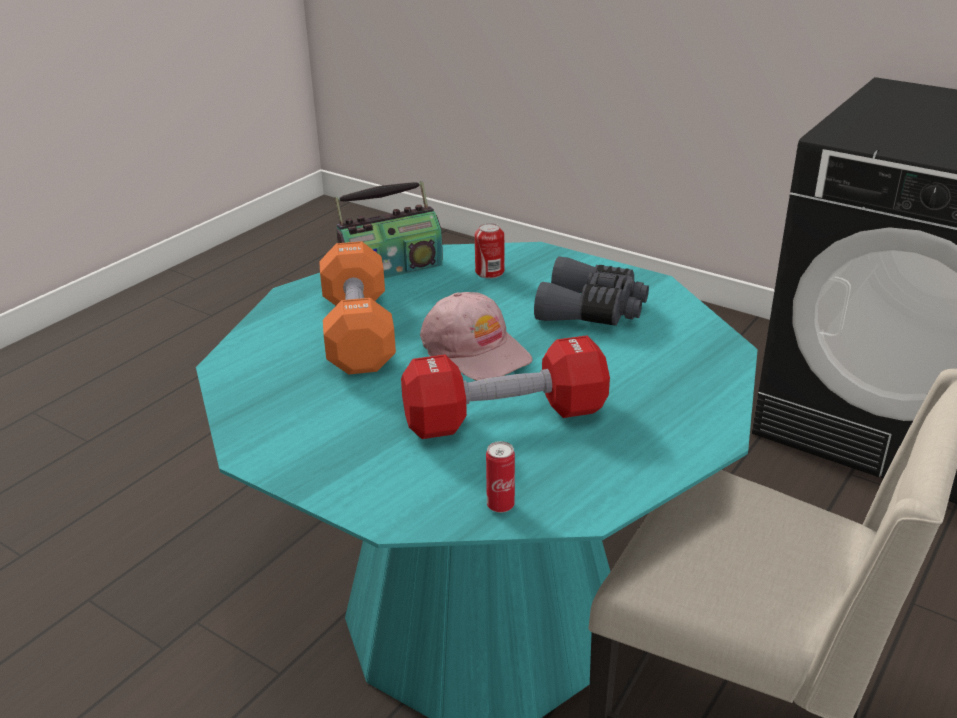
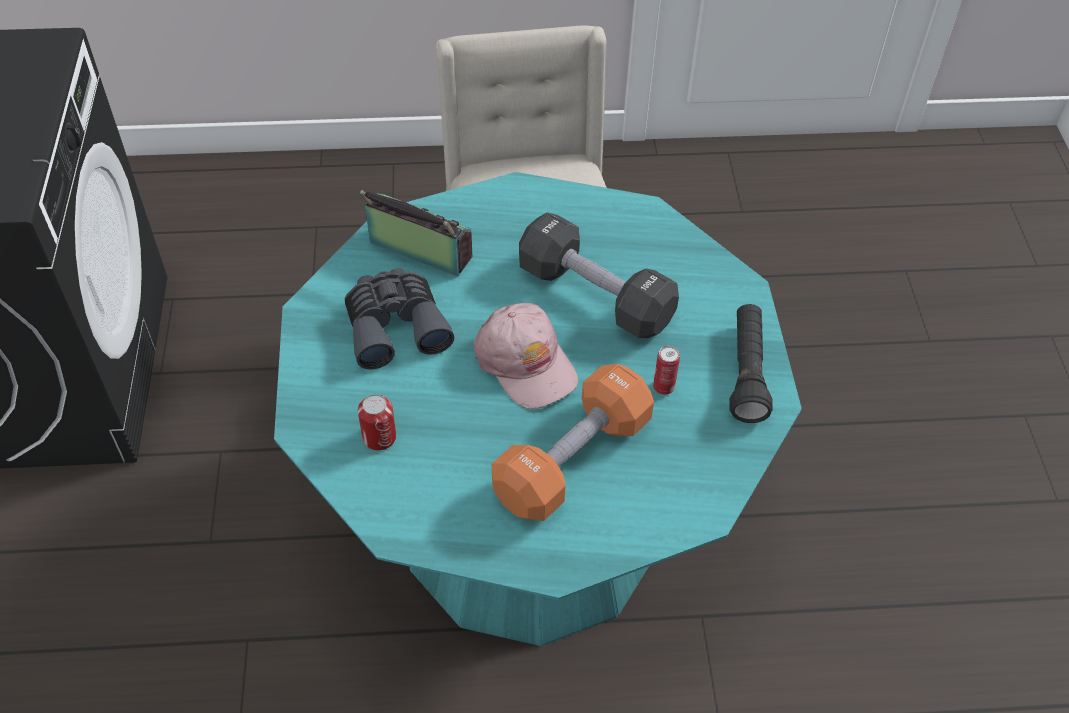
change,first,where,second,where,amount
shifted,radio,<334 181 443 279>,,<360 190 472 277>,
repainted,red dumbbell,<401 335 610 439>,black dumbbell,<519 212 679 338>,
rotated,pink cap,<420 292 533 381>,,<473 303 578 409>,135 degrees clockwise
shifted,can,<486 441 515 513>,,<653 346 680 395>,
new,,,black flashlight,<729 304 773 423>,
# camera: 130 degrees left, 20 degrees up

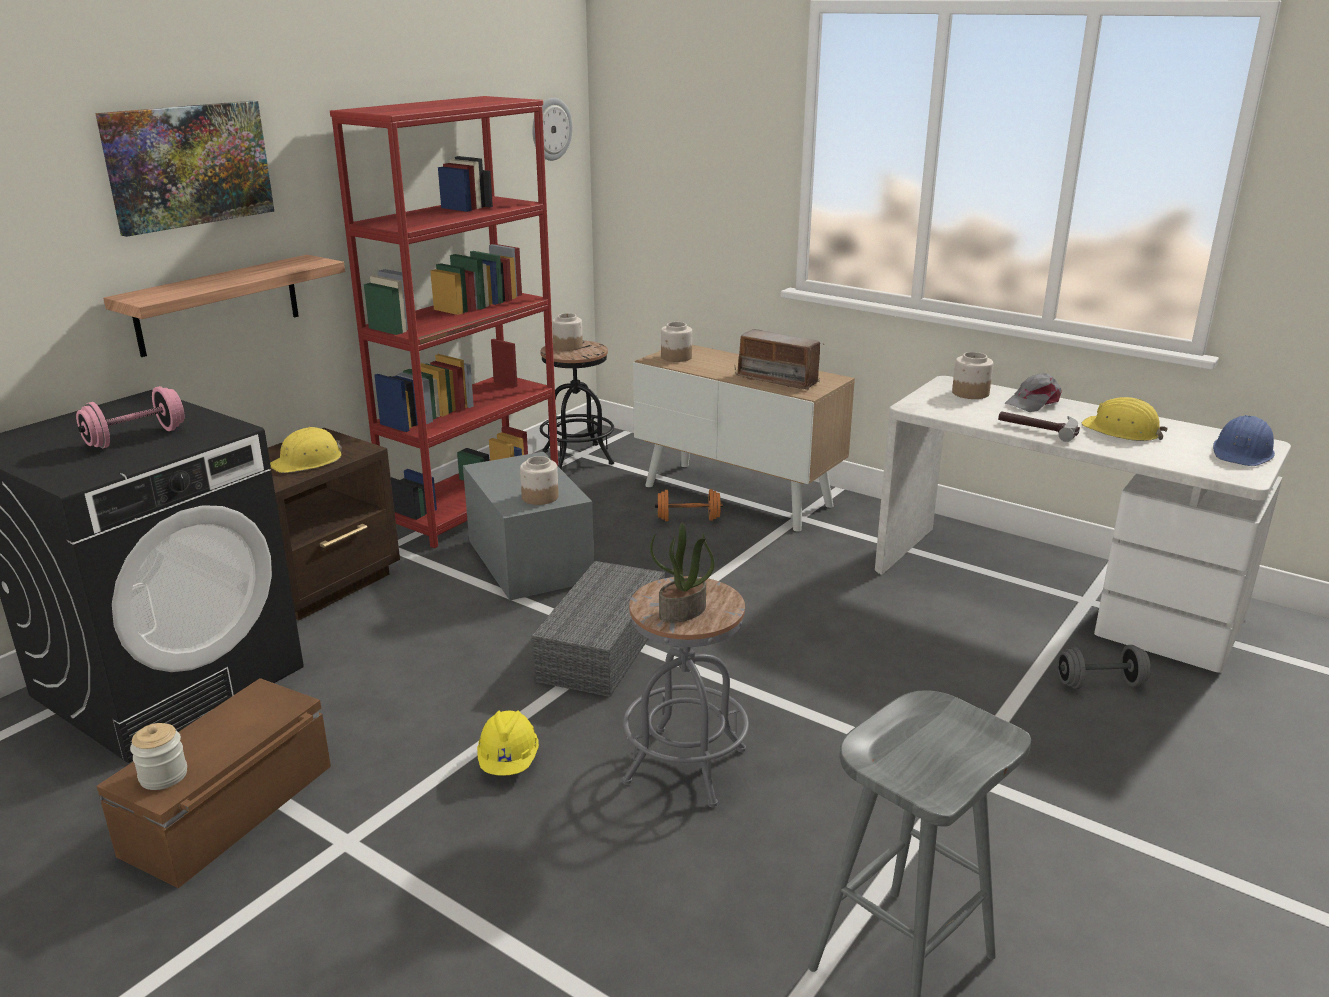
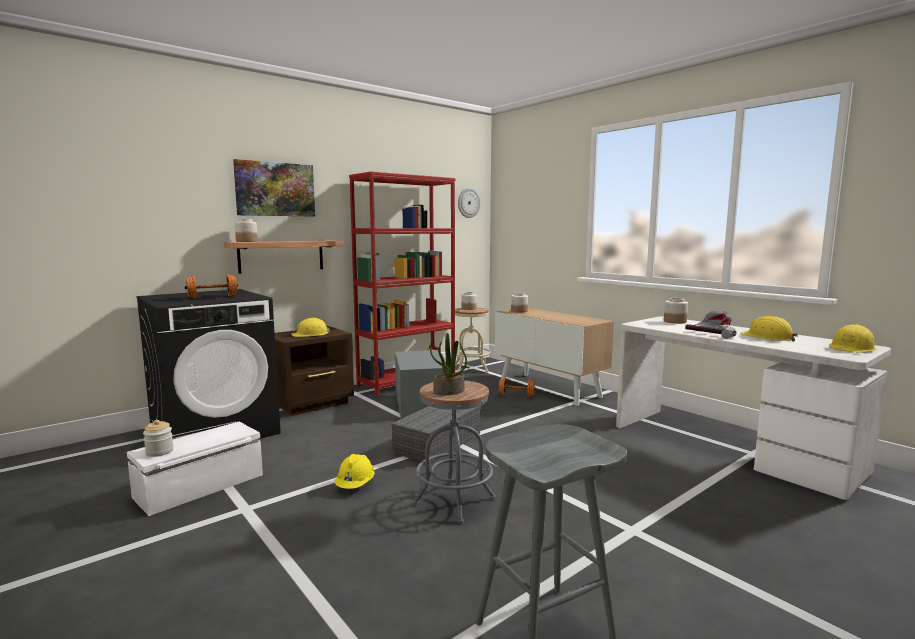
change,first,where,second,where,amount
repainted,pink dumbbell,<76 386 185 448>,orange dumbbell,<185 274 238 299>,
repainted,brown storage box,<97 678 331 888>,white storage box,<127 422 263 516>,
shifted,jar,<520 456 559 505>,,<235 219 258 242>,
repainted,black stool,<540 341 614 470>,beige stool,<455 308 491 372>,
gone,radio,<735 329 824 390>,,,
gone,grey dumbbell,<1057 645 1151 689>,,,
repainted,blue hard hat,<1213 415 1275 466>,yellow hard hat,<830 324 876 353>,
# camera: 15 degrees right, 15 degrees down

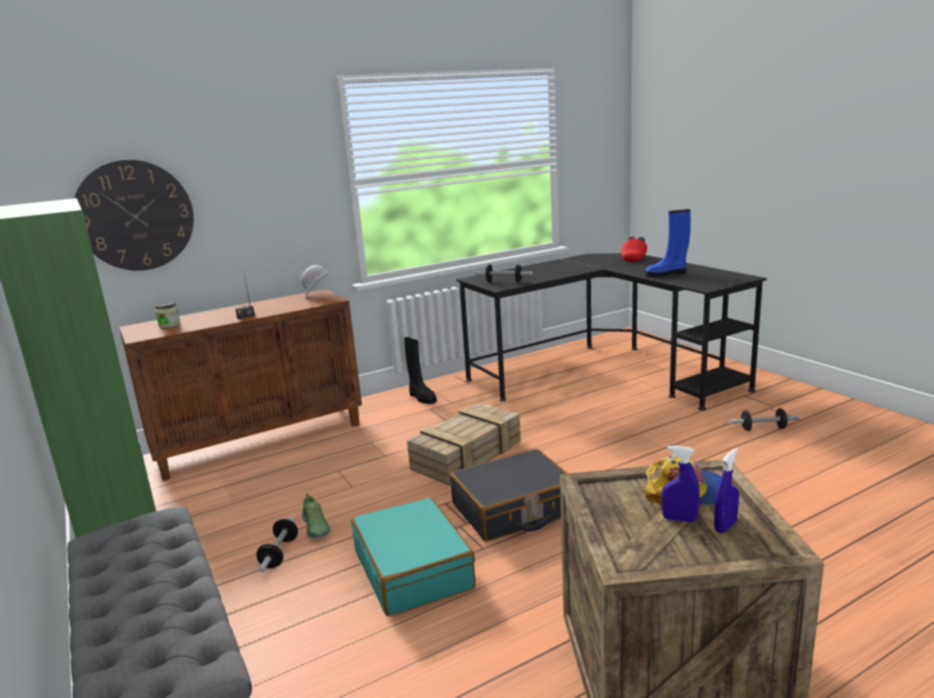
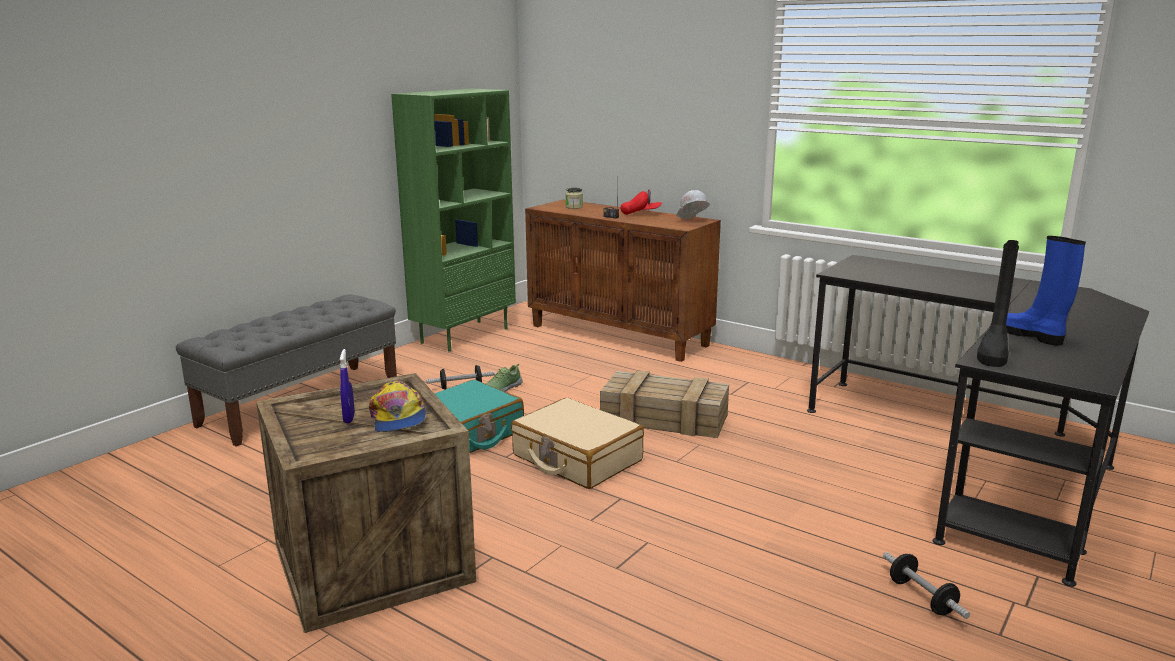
change,first,where,second,where,amount
gone,wall clock,<75 160 194 271>,,,
shifted,black boot,<404 337 437 404>,,<977 240 1019 367>,
repainted,black suitcase,<450 449 568 541>,beige suitcase,<511 397 644 489>,
gone,dumbbell,<475 264 533 282>,,,
shifted,red cap,<621 236 647 262>,,<620 189 662 215>,
gone,blue spray bottle,<714 448 739 533>,,,
# camera: 65 degrees right, 0 degrees up

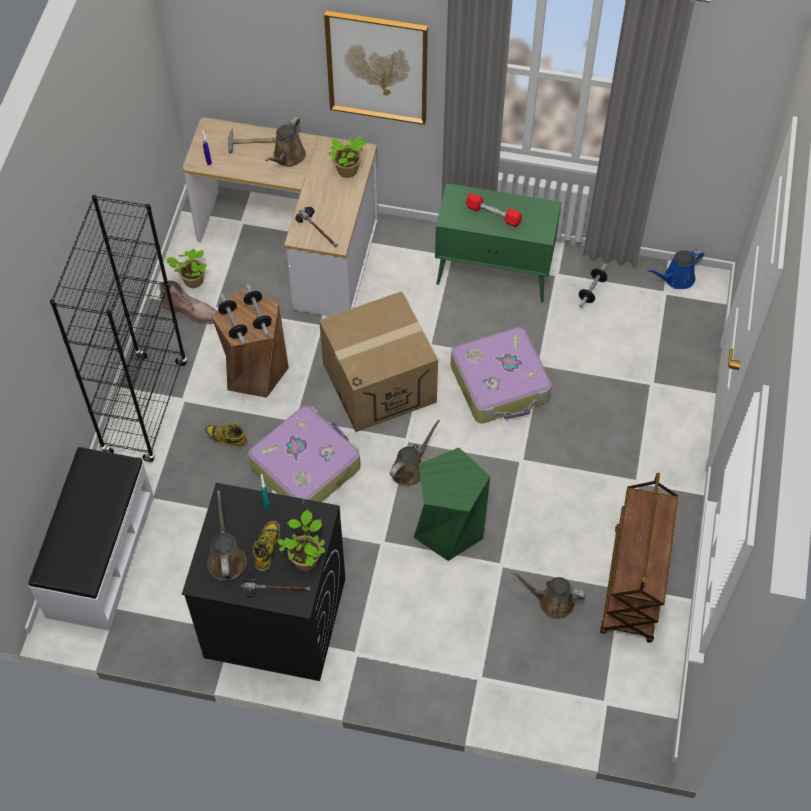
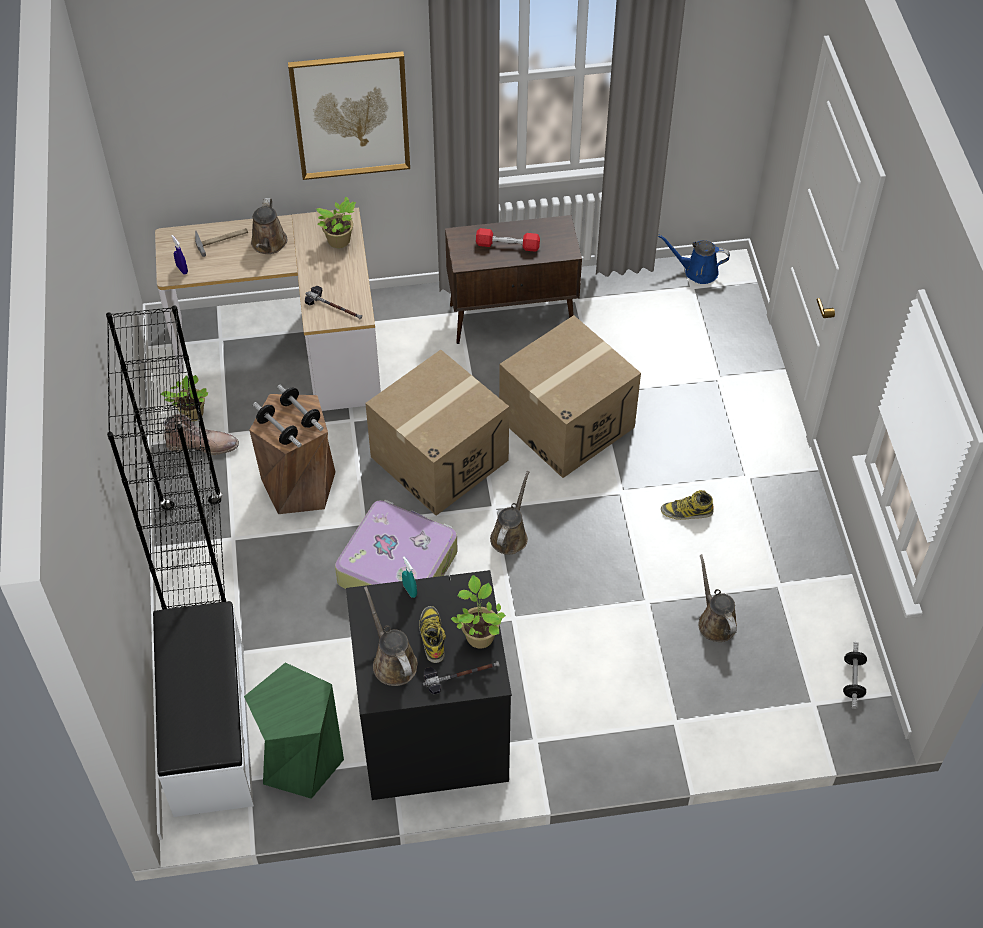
change,first,where,second,where,amount
shifted,boot,<204 423 248 448>,,<661 490 714 520>,
shifted,green stool,<414 447 490 561>,,<244 662 344 799>,
repainted,green cabinet,<435 183 561 302>,brown cabinet,<445 215 582 344>,
swapped,suitcase,<450 327 552 424>,cardboard box,<499 315 641 478>,
rotated,brown watering can,<510 570 586 619>,,<699 554 737 642>,75 degrees clockwise
shifted,dumbbell,<579 264 607 308>,,<843 642 867 709>,
gone,brown cart,<600 473 678 643>,,,
rotated,blue watering can,<647 249 704 289>,,<658 235 730 284>,60 degrees clockwise
# camera: 20 degrees left, 5 degrees down

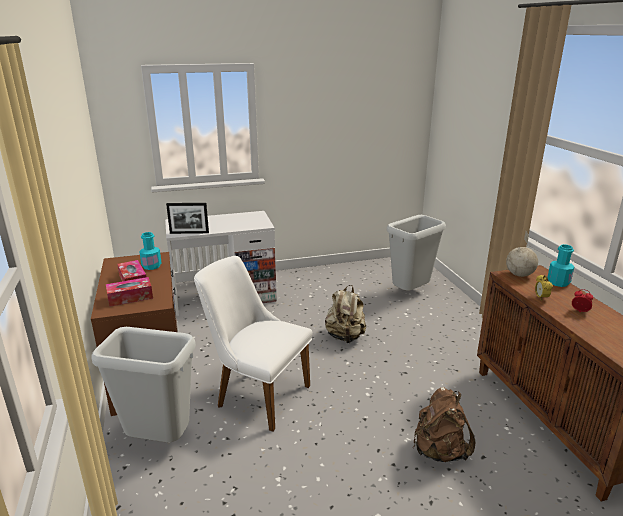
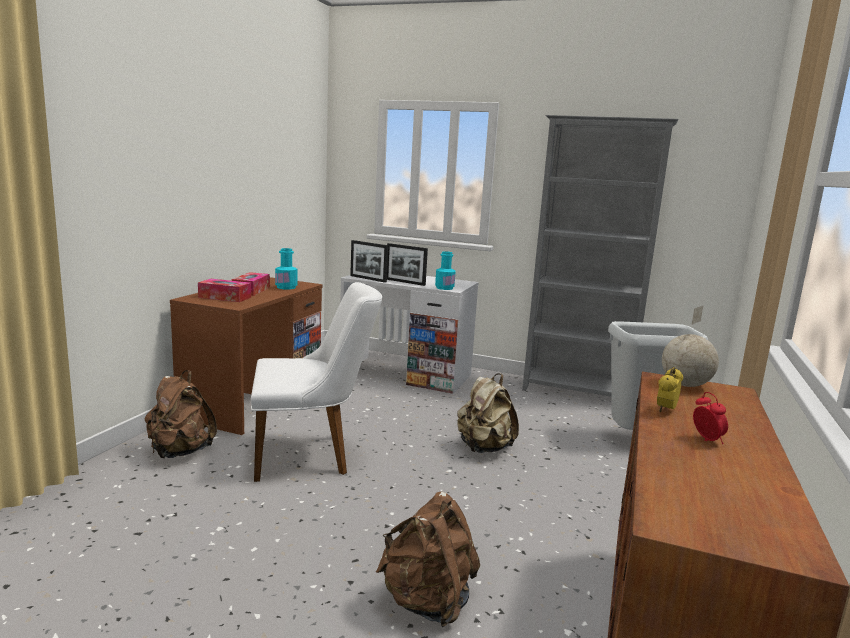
change,first,where,second,where,amount
swapped,grey trash can,<91 327 196 443>,brown backpack,<145 370 217 458>,
rotated,white chair,<194 256 313 432>,,<251 282 382 482>,105 degrees clockwise
shifted,turquoise bottle,<547 244 574 287>,,<435 251 456 290>,
new,,,picture frame,<387 243 428 286>,
new,,,grey bookcase,<522 115 678 397>,
# camera: 35 degrees right, 10 degrees down

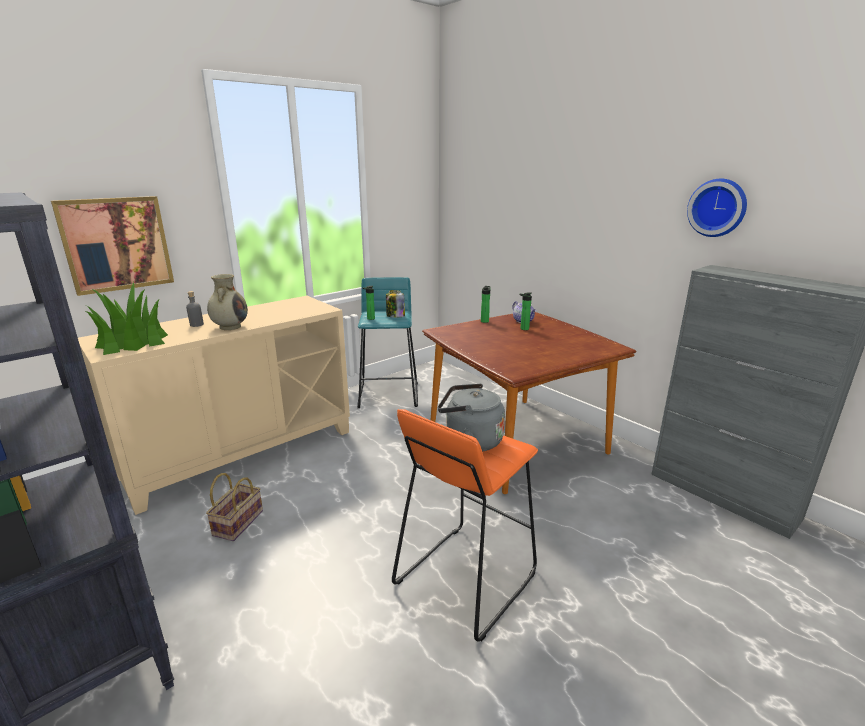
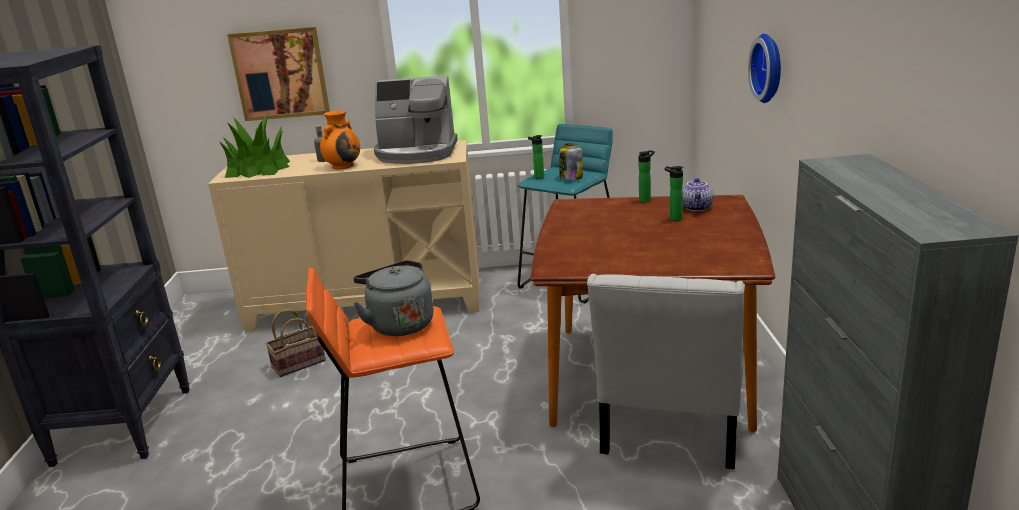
change,first,where,second,where,amount
repainted,beige vase,<207 274 248 330>,orange vase,<320 110 360 169>,
shifted,wall clock,<687 179 747 237>,,<748 34 781 103>,
new,,,coffee machine,<374 75 458 164>,
new,,,white chair,<587 274 745 469>,
# camera: 40 degrees right, 0 degrees up

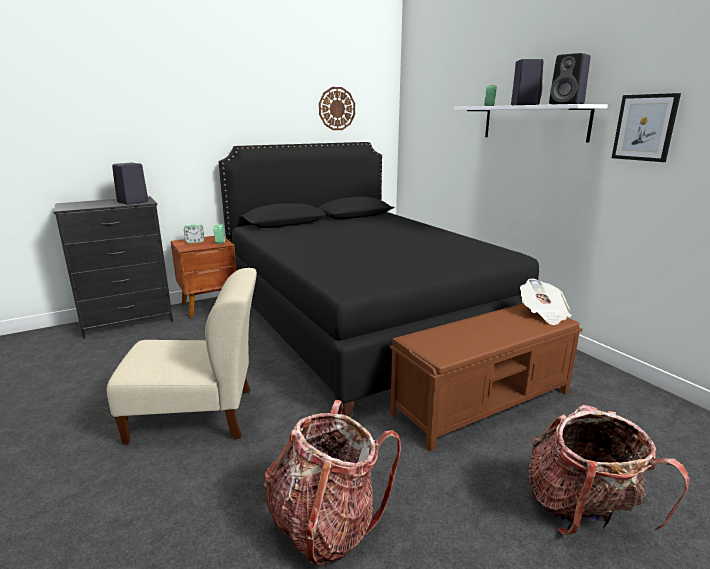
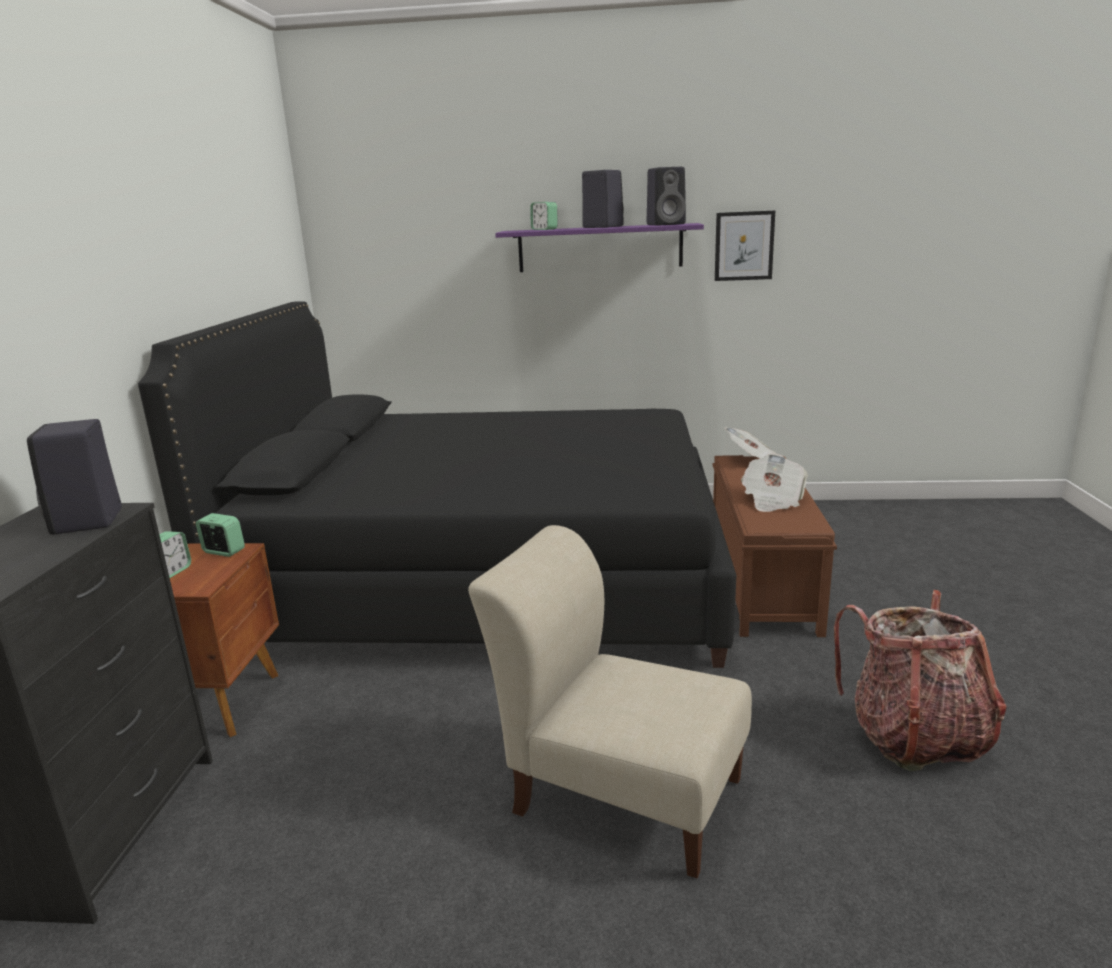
change,first,where,second,where,amount
rotated,beige chair,<107 268 257 445>,,<468 525 752 878>,90 degrees counterclockwise
gone,wall clock,<319 87 355 130>,,,
repainted,white shelf,<454 104 608 142>,purple shelf,<495 223 704 272>,
gone,backpack,<528 405 690 535>,,,
new,,,newspaper,<741 454 808 512>,
# camera: 55 degrees left, 0 degrees up

